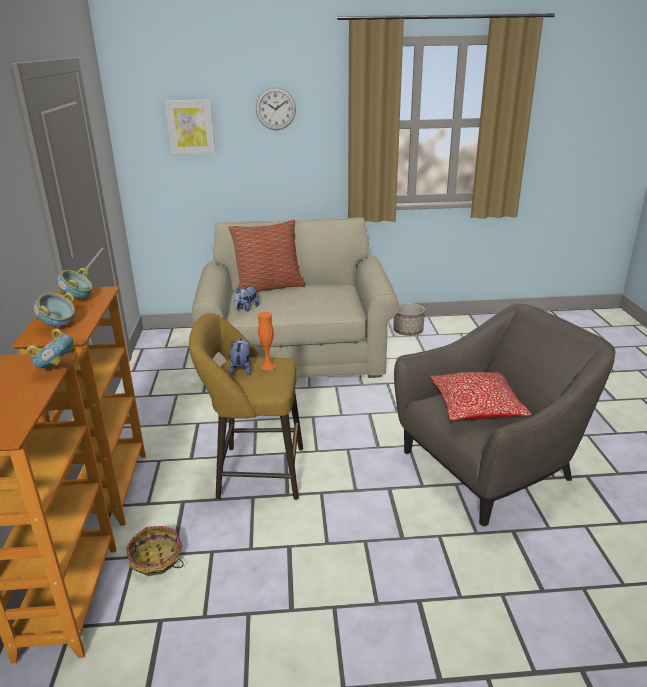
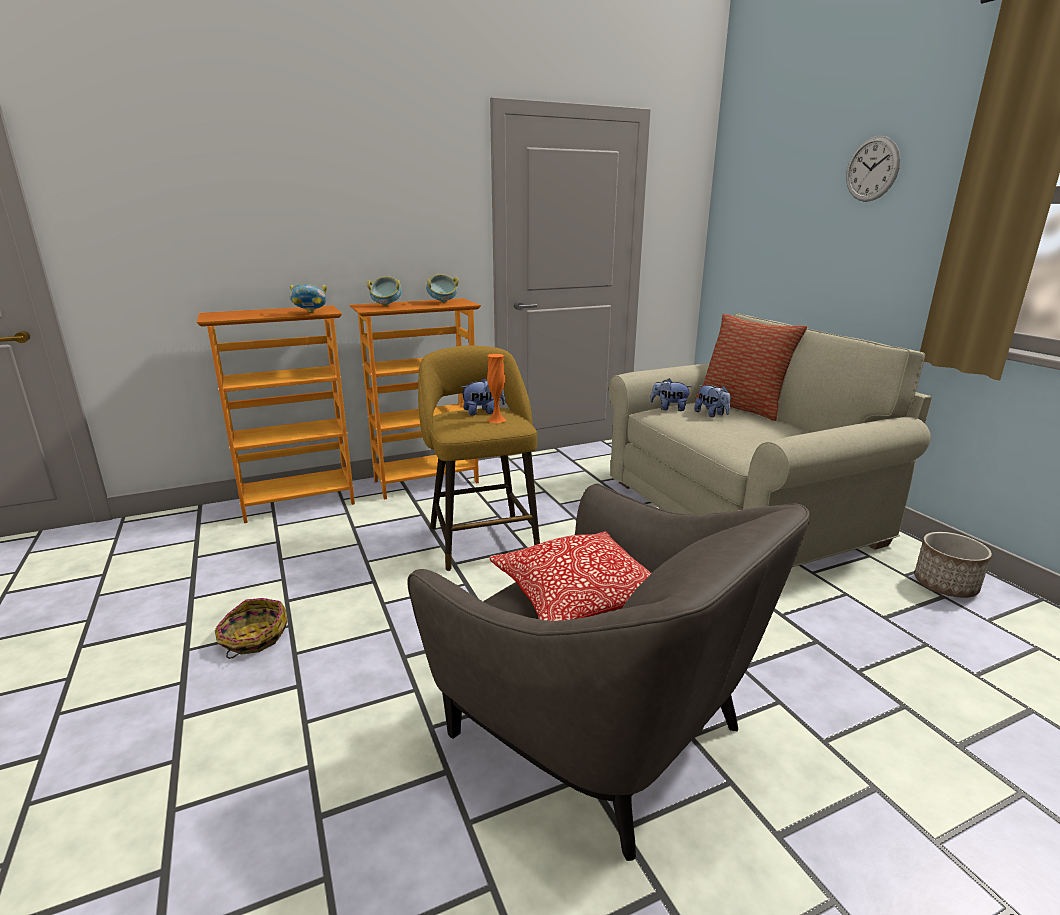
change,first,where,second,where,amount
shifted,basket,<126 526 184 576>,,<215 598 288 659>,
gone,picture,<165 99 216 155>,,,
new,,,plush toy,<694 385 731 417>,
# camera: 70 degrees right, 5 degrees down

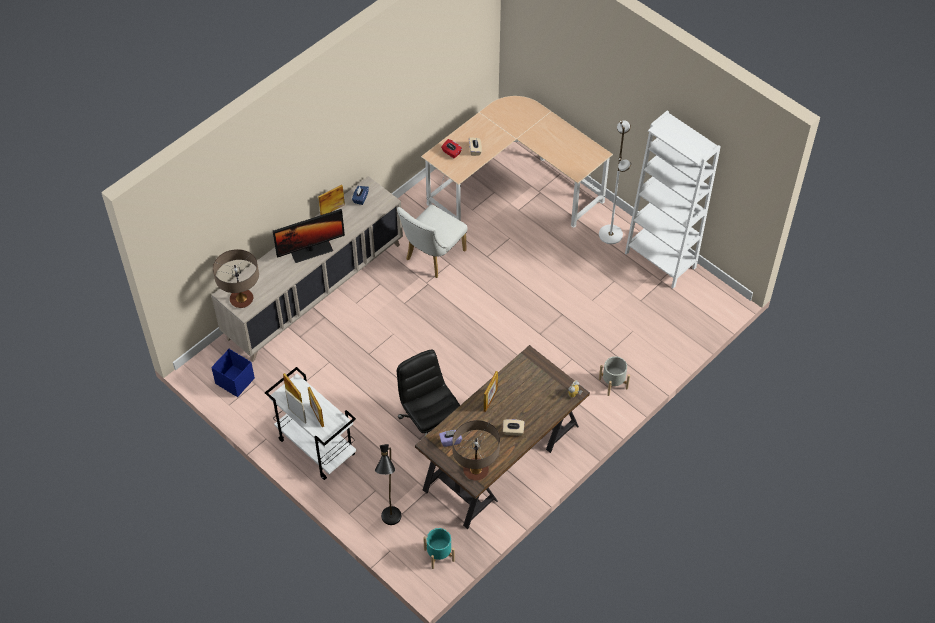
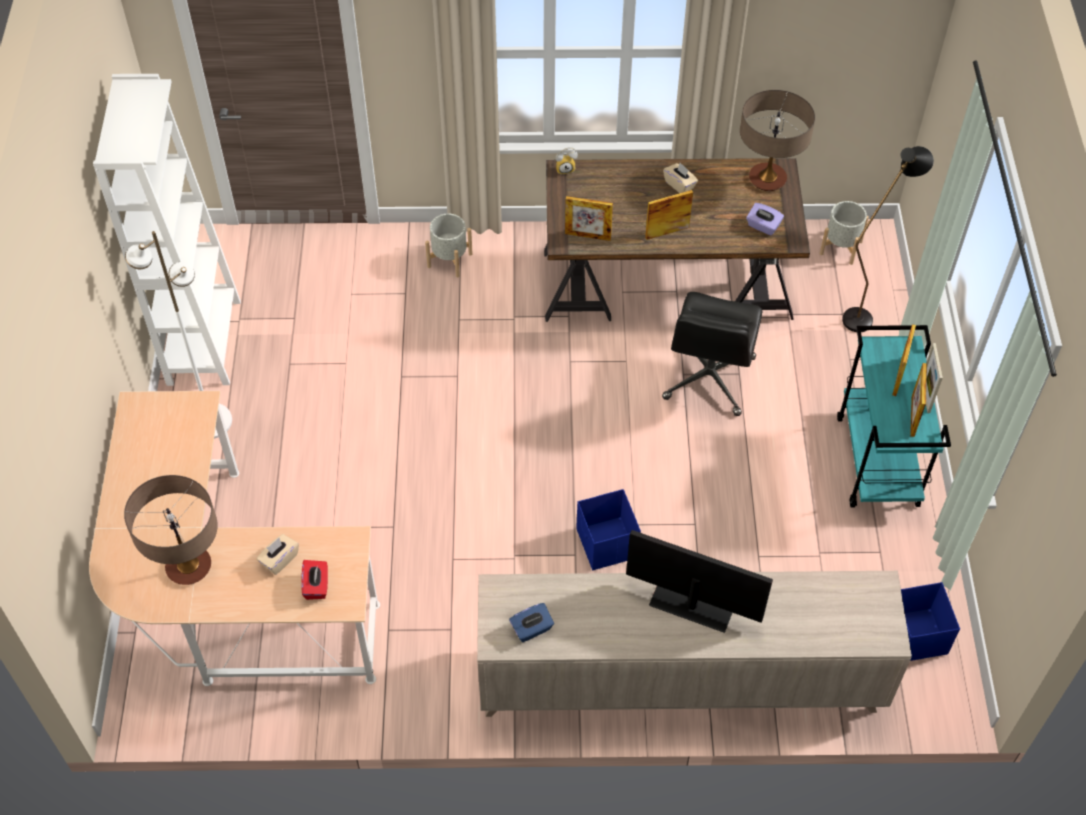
change,first,where,second,where,amount
shifted,table lamp,<213 249 259 308>,,<124 475 218 585>,
repainted,white cart,<265 367 356 480>,turquoise cart,<837 325 951 508>,
shifted,picture frame,<318 185 345 215>,,<565 196 613 241>,
gone,white chair,<397 205 468 278>,,,
repainted,turquoise planter,<423 528 455 569>,grey planter,<820 201 869 265>,
new,,,blue storage box,<576 489 641 570>,
# camera: 135 degrees left, 0 degrees up

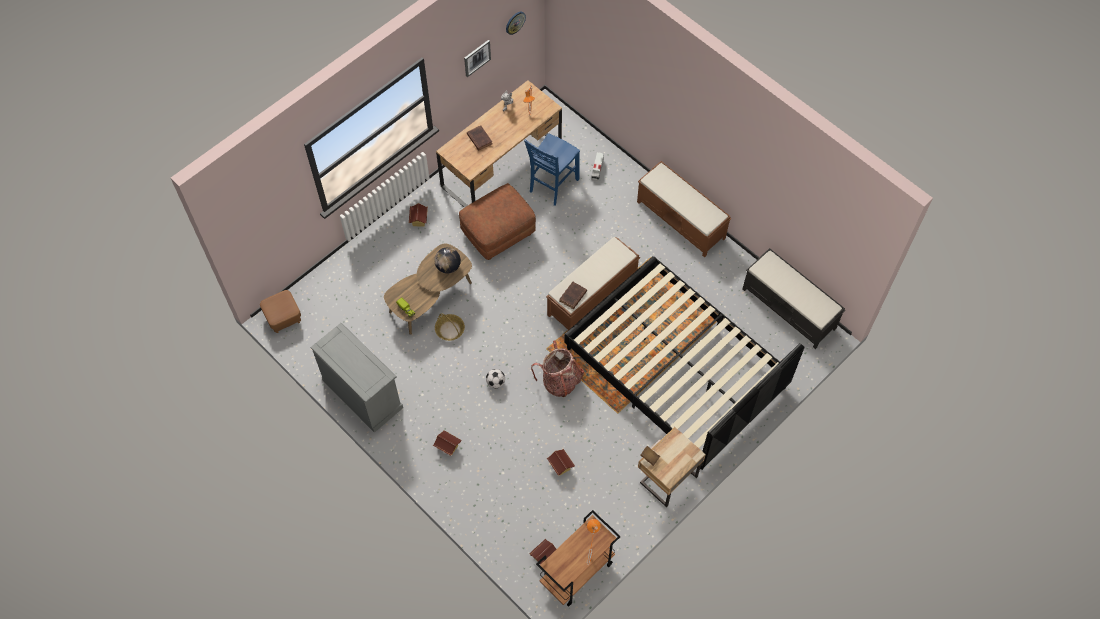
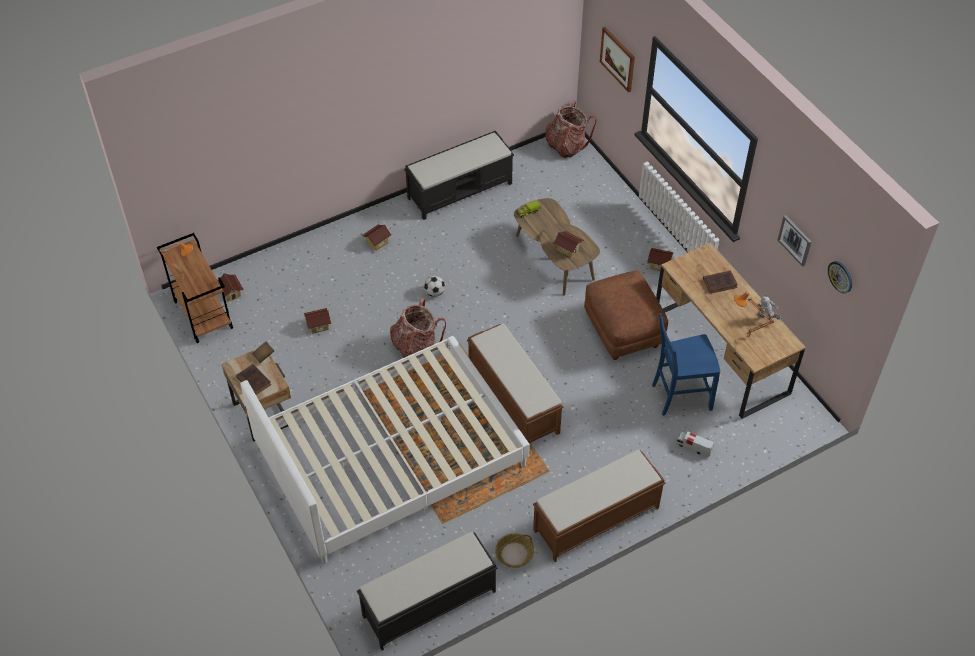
change,first,where,second,where,amount
swapped,brown ottoman,<260 290 301 333>,backpack,<545 101 596 158>,
swapped,grey dresser,<311 323 403 433>,black bench,<404 131 514 220>,
swapped,globe,<434 247 461 274>,toy house,<553 231 584 258>,
shifted,basket,<435 313 465 341>,,<495 533 534 568>,
rotated,blue chair,<524 134 580 206>,,<652 313 720 416>,60 degrees counterclockwise
shifted,brown book,<559 282 587 309>,,<236 364 272 395>,
repainted,black bed,<564 256 804 470>,white bed,<240 336 530 564>,
new,,,picture,<600 27 635 92>,
# camera: 105 degrees right, 10 degrees down

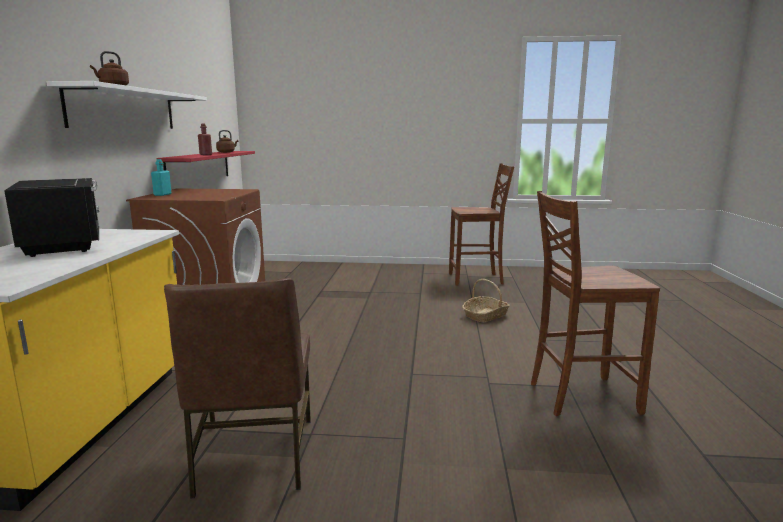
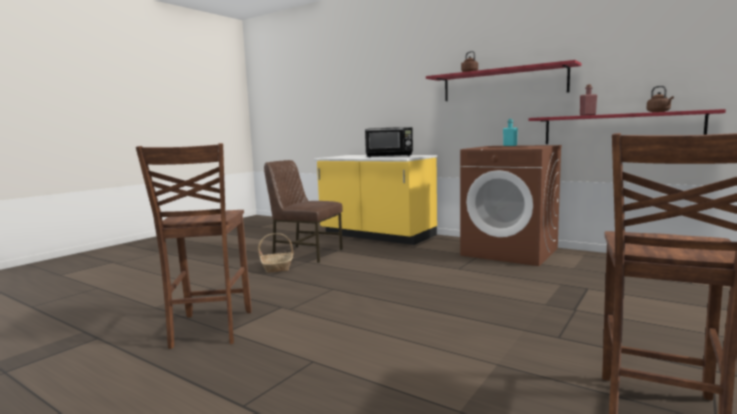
change,first,where,second,where,amount
repainted,white shelf,<46 81 207 129>,red shelf,<426 60 582 101>,
shifted,basket,<462 279 510 322>,,<258 233 294 273>,
rotated,brown chair,<531 191 660 416>,,<136 143 252 349>,150 degrees clockwise
# camera: 120 degrees right, 5 degrees down

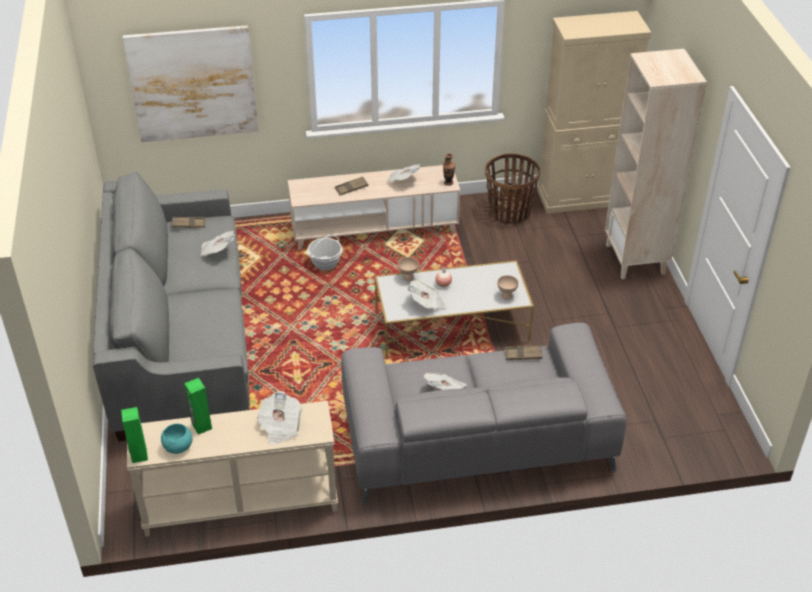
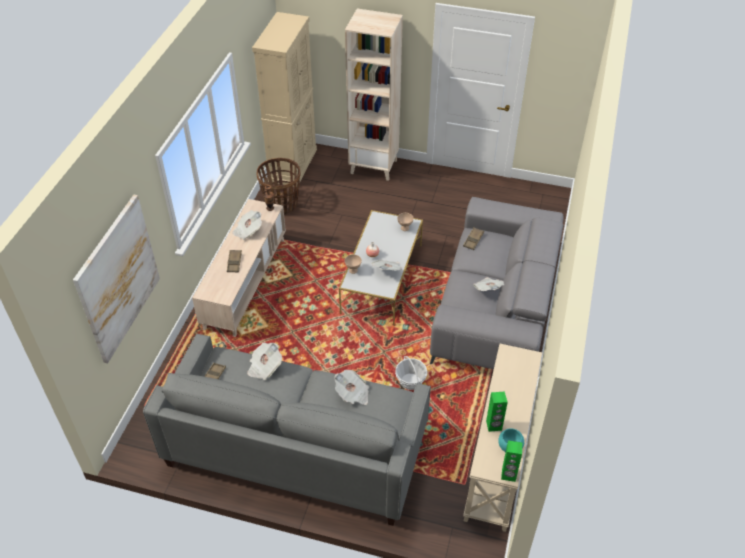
change,first,where,second,where,amount
shifted,newspaper,<257 391 303 445>,,<334 370 369 405>,
shifted,basket,<308 235 342 271>,,<395 356 427 390>,
# camera: 65 degrees left, 5 degrees up

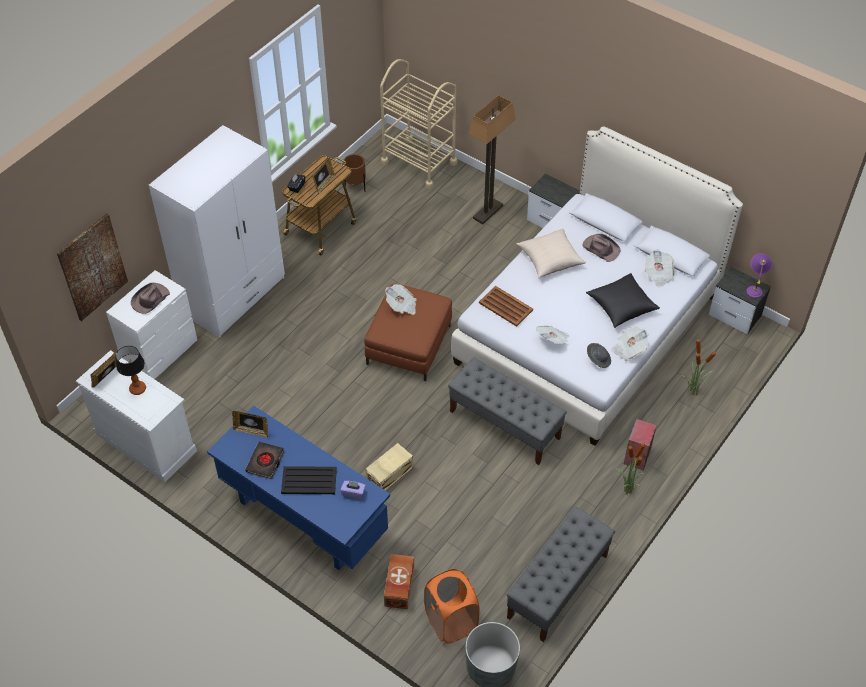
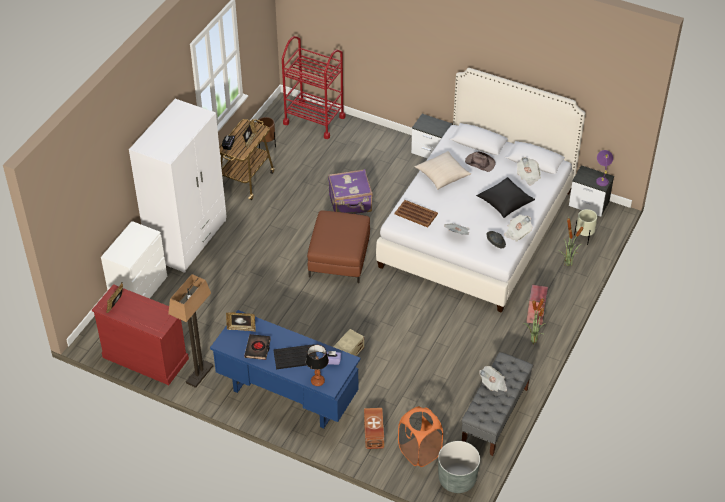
change,first,where,second,where,amount
gone,picture,<57 213 128 321>,,,
repainted,white dresser,<76 350 197 482>,red dresser,<92 284 189 385>,
shifted,table lamp,<116 346 146 395>,,<306 345 329 386>,
gone,brown hat,<131 283 170 314>,,,
repainted,beige cart,<380 59 457 189>,red cart,<282 36 346 139>,
shifted,newspaper,<385 284 417 315>,,<479 366 507 392>,
gone,grey bench,<448 358 567 465>,,,
shifted,floor lamp,<469 95 516 224>,,<168 274 213 388>,
new,,,purple suitcase,<328 169 373 214>,
new,,,beige planter,<574 209 597 245>,
# camera: 10 degrees left, 5 degrees down

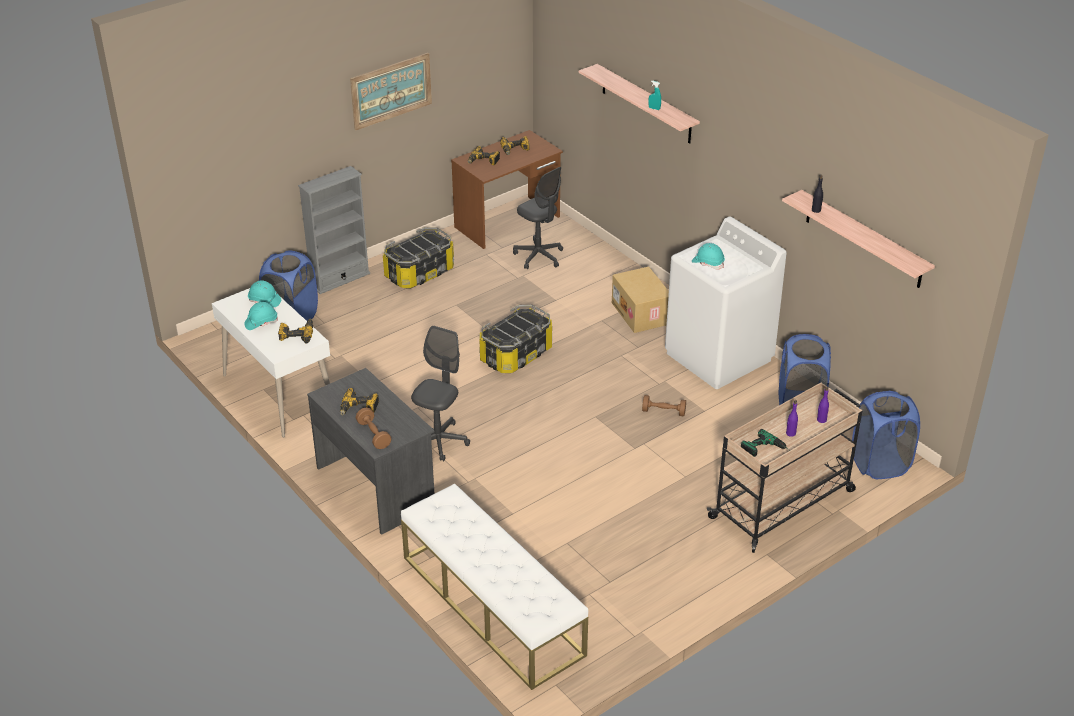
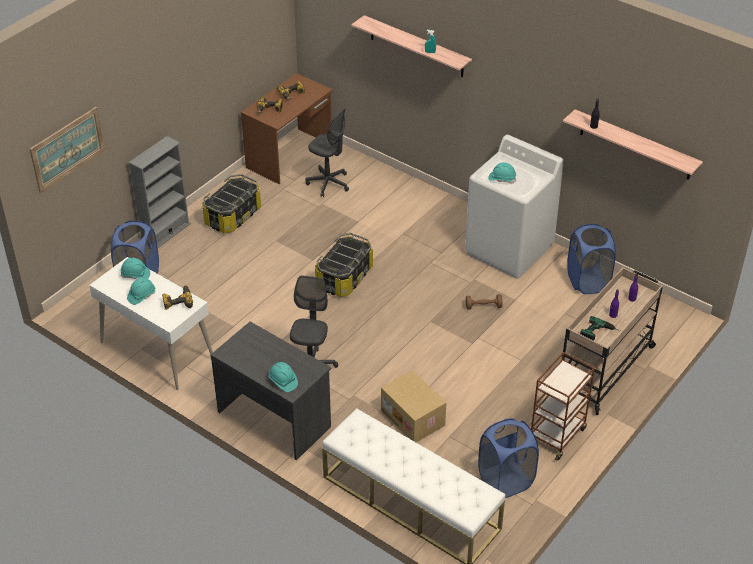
change,first,where,second,where,amount
gone,power drill,<340 388 379 415>,,,
shifted,picture,<350 53 432 130>,,<30 107 105 193>,
swapped,brown dumbbell,<356 407 391 449>,turquoise hard hat,<269 362 298 392>,
shifted,cardboard box,<612 266 669 333>,,<381 370 446 442>,
shifted,blue laundry basket,<852 391 920 479>,,<478 418 539 498>,
new,,,brown cart,<531 352 595 460>,
# camera: 15 degrees left, 5 degrees up

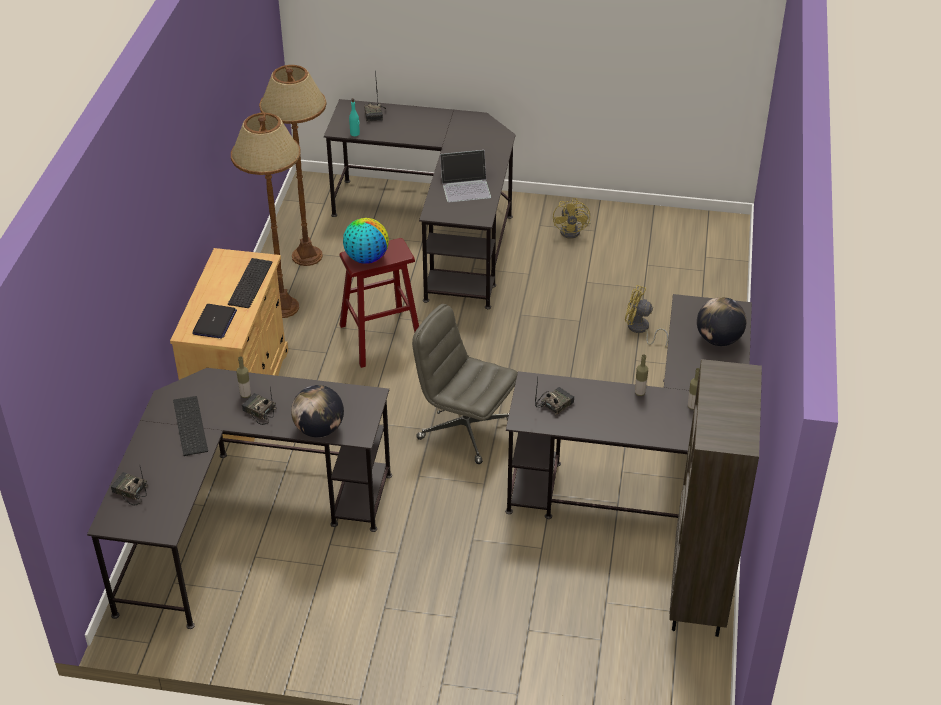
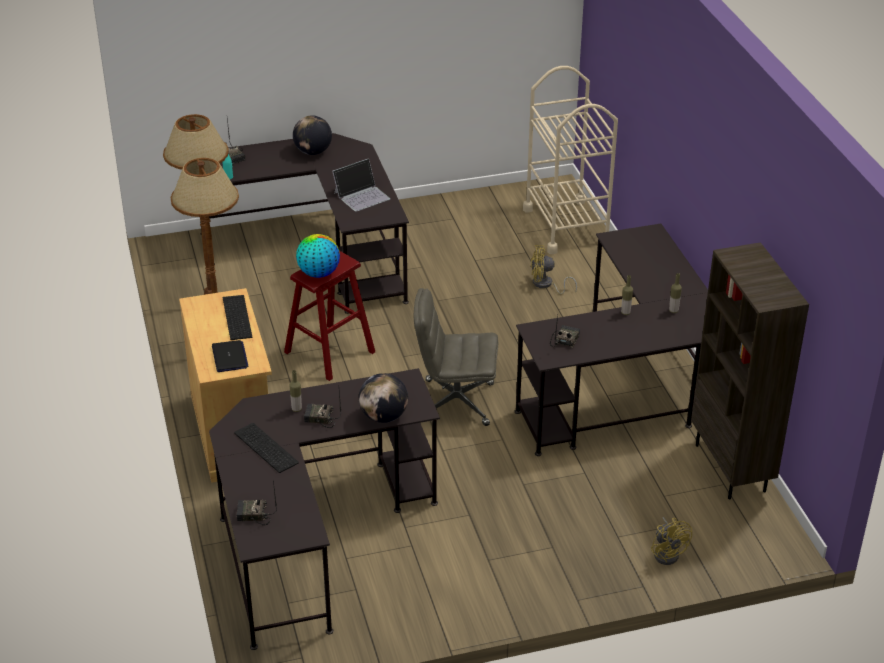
change,first,where,second,where,amount
shifted,yellow fan,<553 198 591 239>,,<651 517 692 565>,
shifted,globe,<697 297 747 346>,,<293 115 332 155>,
new,,,beige cart,<523 66 618 254>,
# camera: 25 degrees left, 5 degrees down

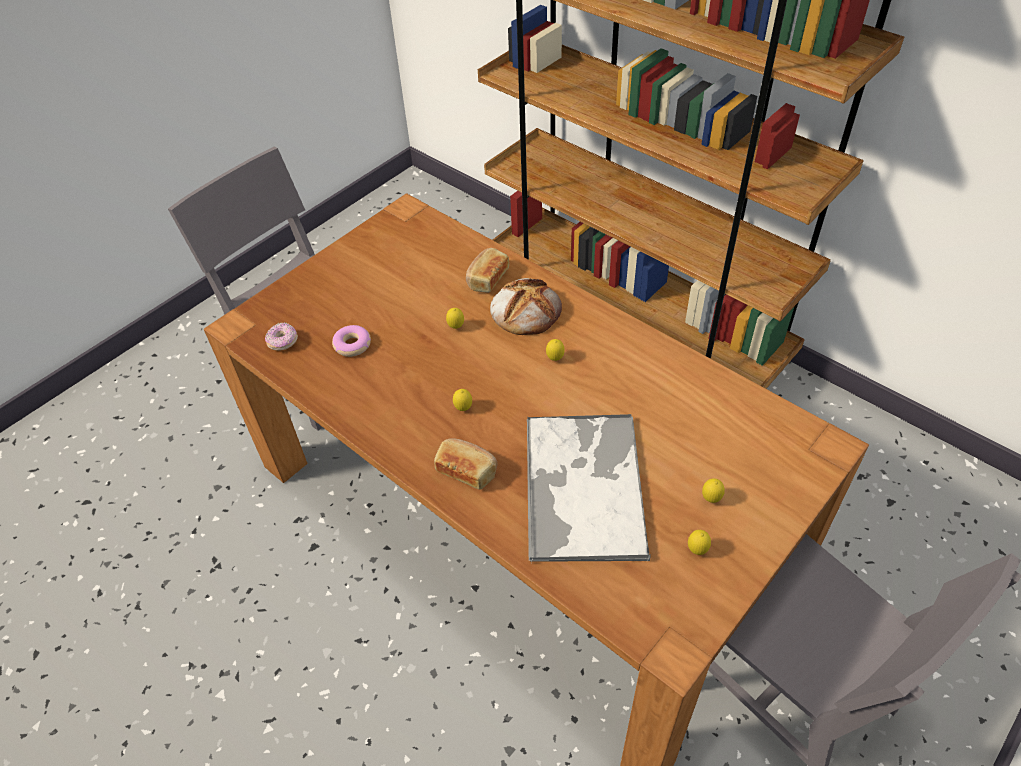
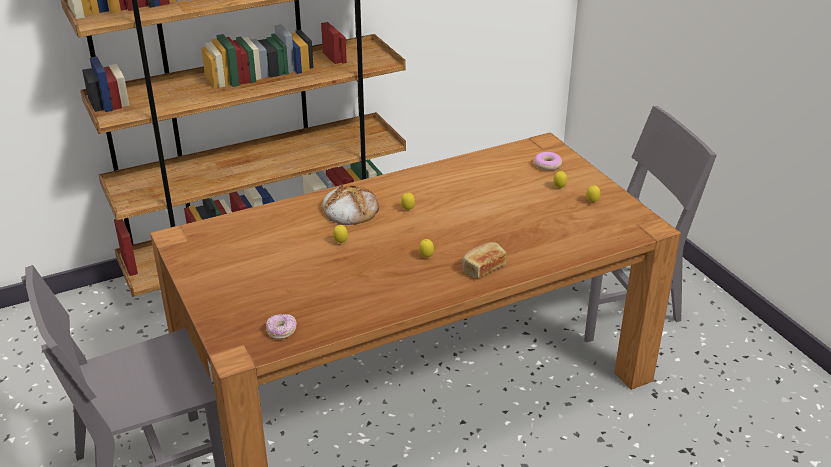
change,first,where,second,where,amount
shifted,donut,<332 325 371 357>,,<534 152 562 171>,
gone,bread,<466 248 509 293>,,,
gone,tray,<527 414 651 563>,,,
# camera: 70 degrees left, 15 degrees down

